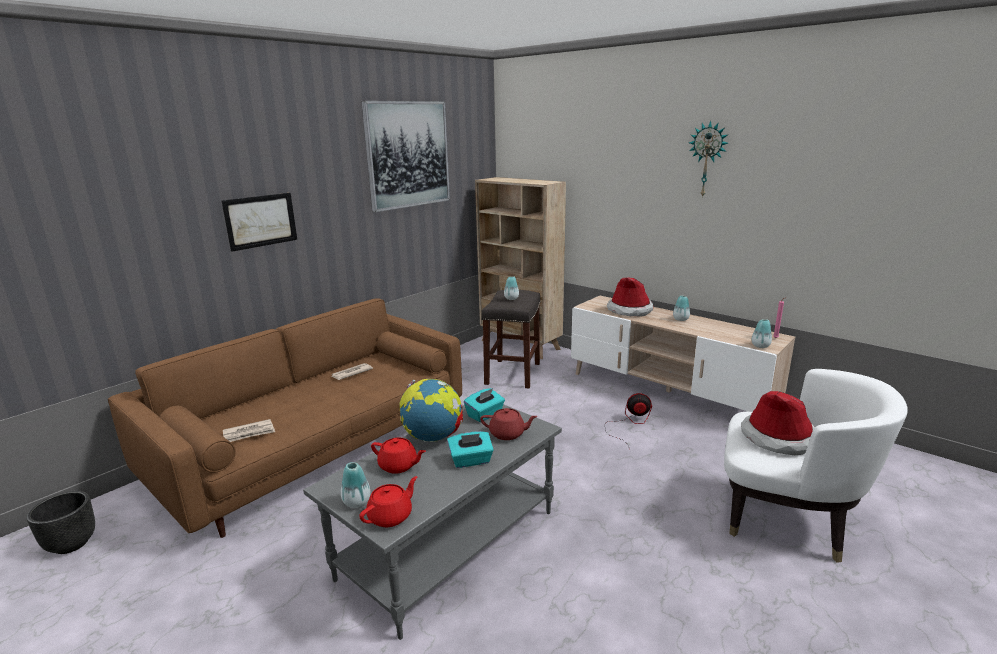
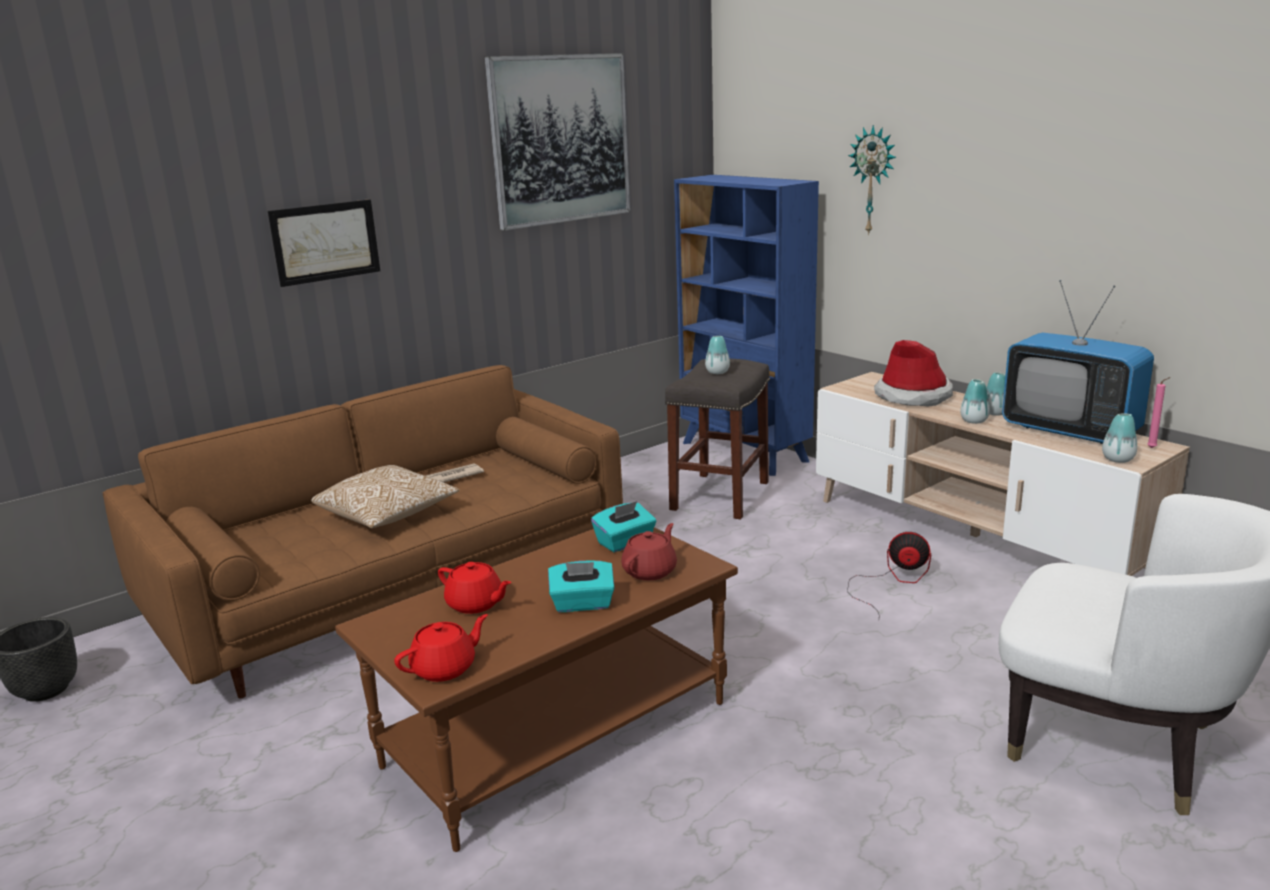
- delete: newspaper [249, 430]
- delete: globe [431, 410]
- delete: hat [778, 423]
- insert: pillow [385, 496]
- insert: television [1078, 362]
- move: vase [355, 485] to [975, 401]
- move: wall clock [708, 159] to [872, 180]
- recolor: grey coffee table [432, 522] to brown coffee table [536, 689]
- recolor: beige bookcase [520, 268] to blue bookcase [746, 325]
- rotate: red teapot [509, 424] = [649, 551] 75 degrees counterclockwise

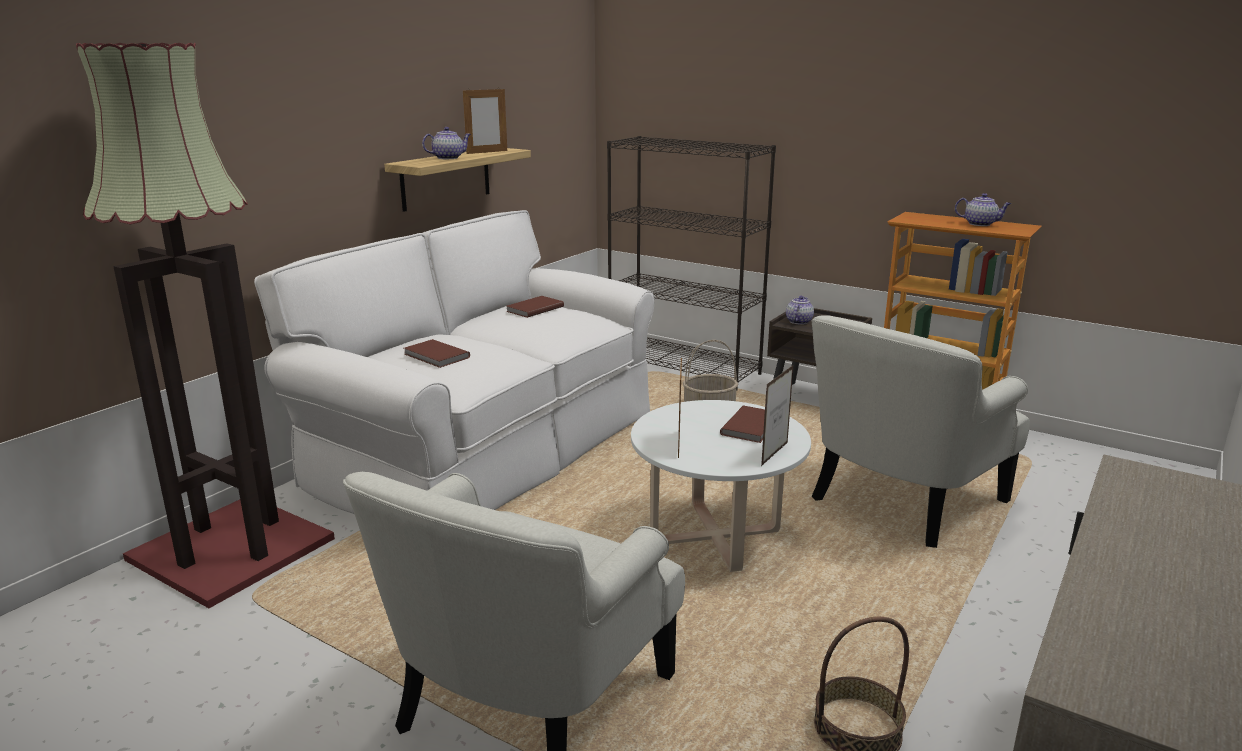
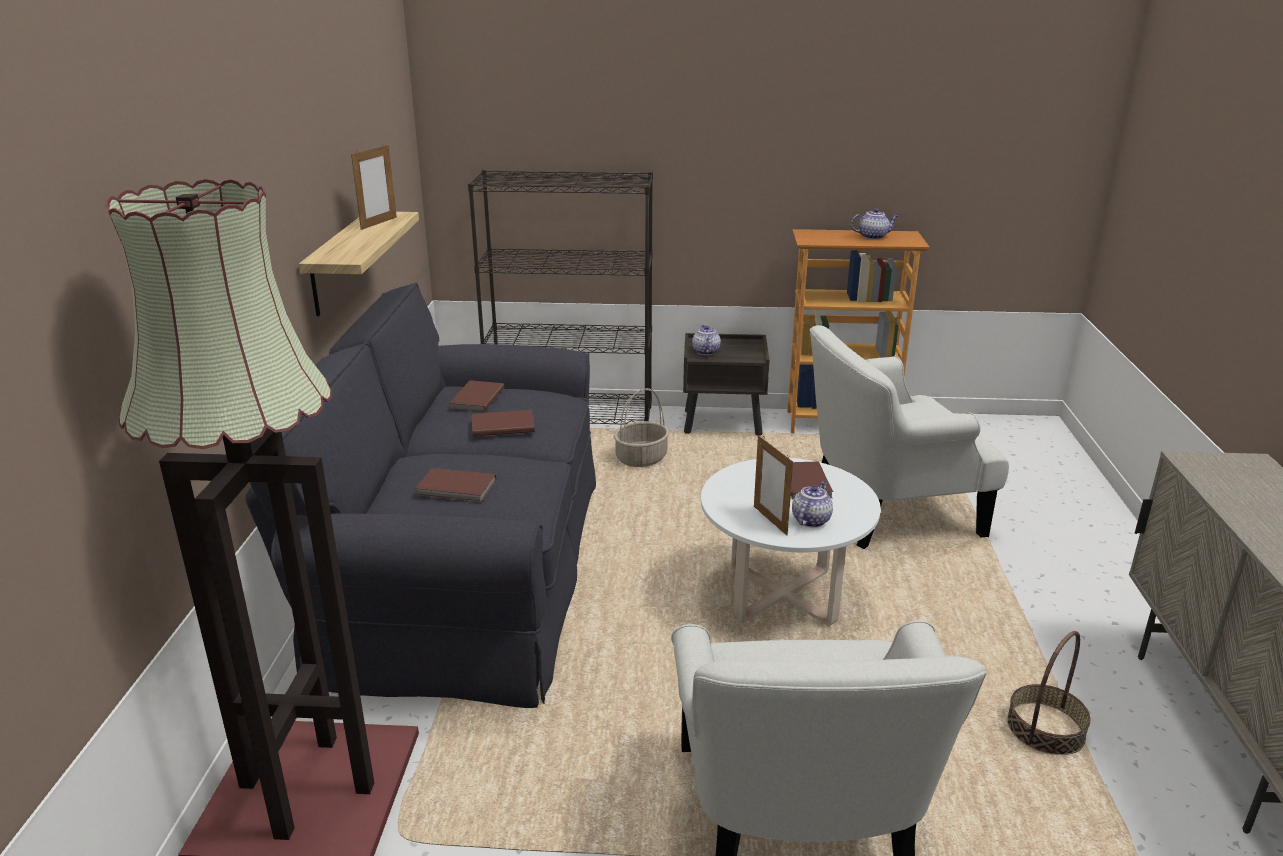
- delete: picture frame [777, 415]
- insert: brown book [503, 423]
- move: teapot [446, 143] to [812, 504]
- recolor: white sofa [454, 362] to black sofa [421, 495]
- rotate: white armchair [921, 431] = [909, 437] 60 degrees clockwise

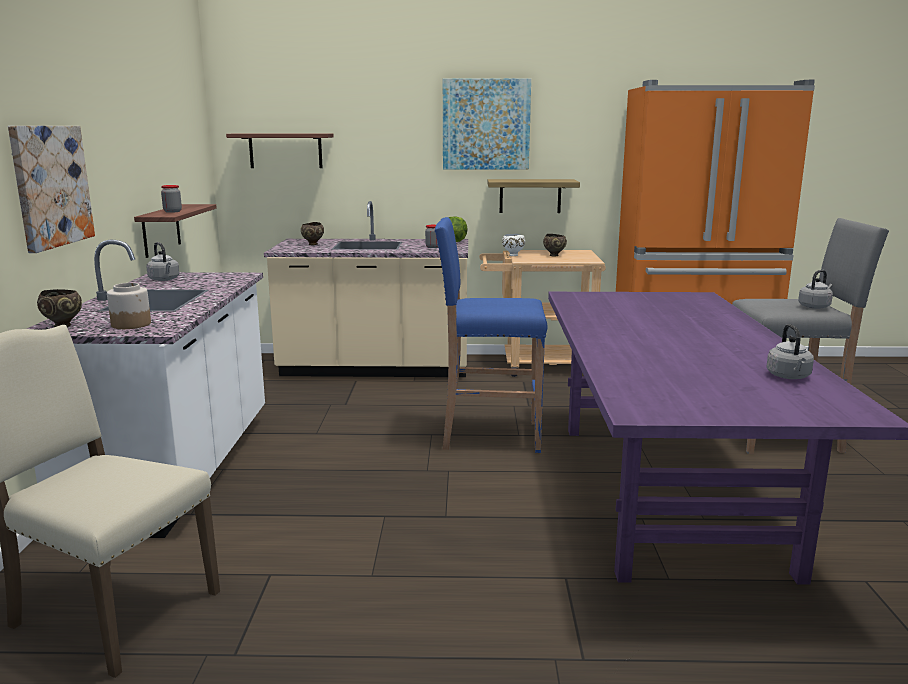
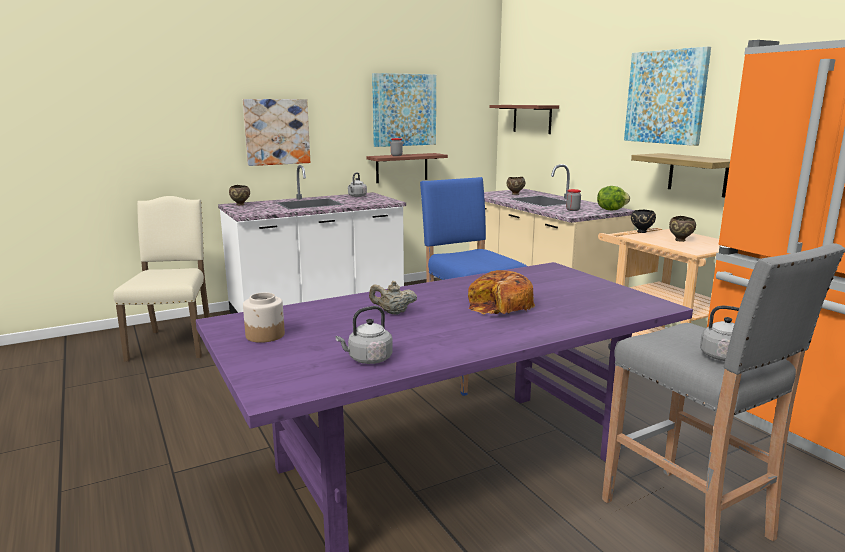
- insert: beige teapot [393, 298]
- insert: picture [404, 110]
- insert: bread [501, 292]
- move: jar [129, 306] to [264, 317]
- recolor: white bowl [513, 245] to black bowl [643, 221]

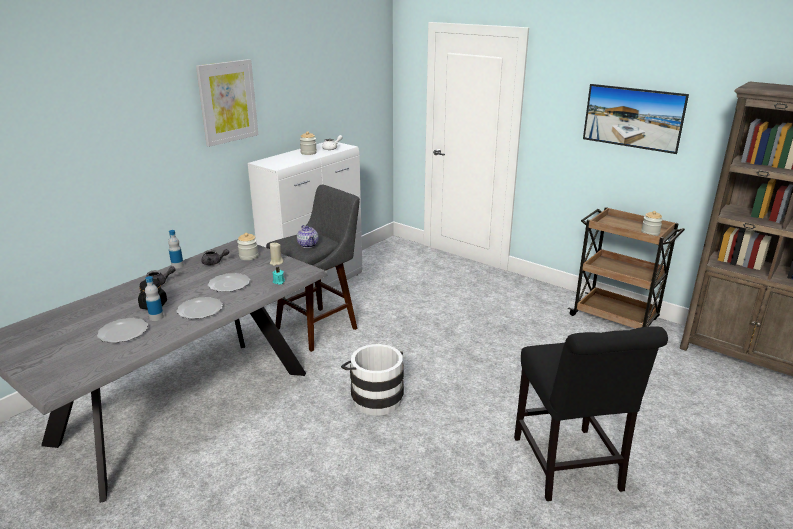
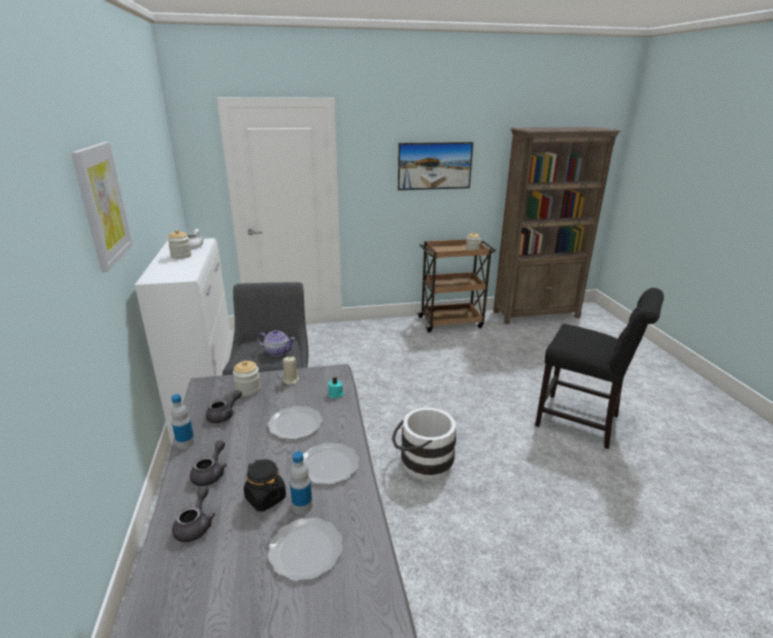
- insert: grey teapot [193, 514]

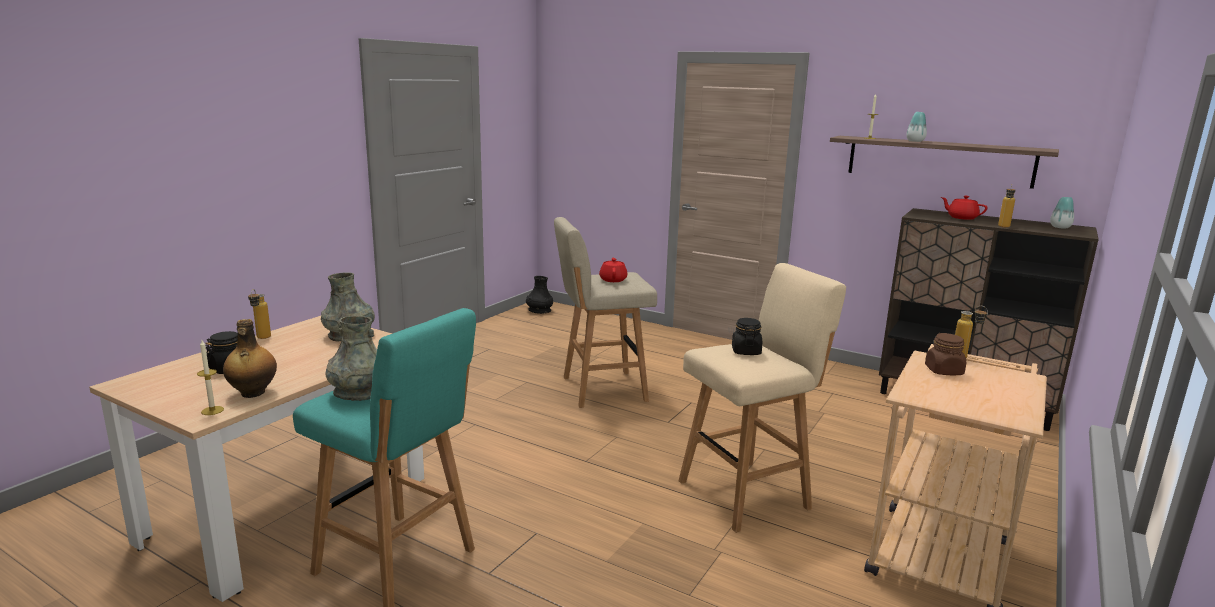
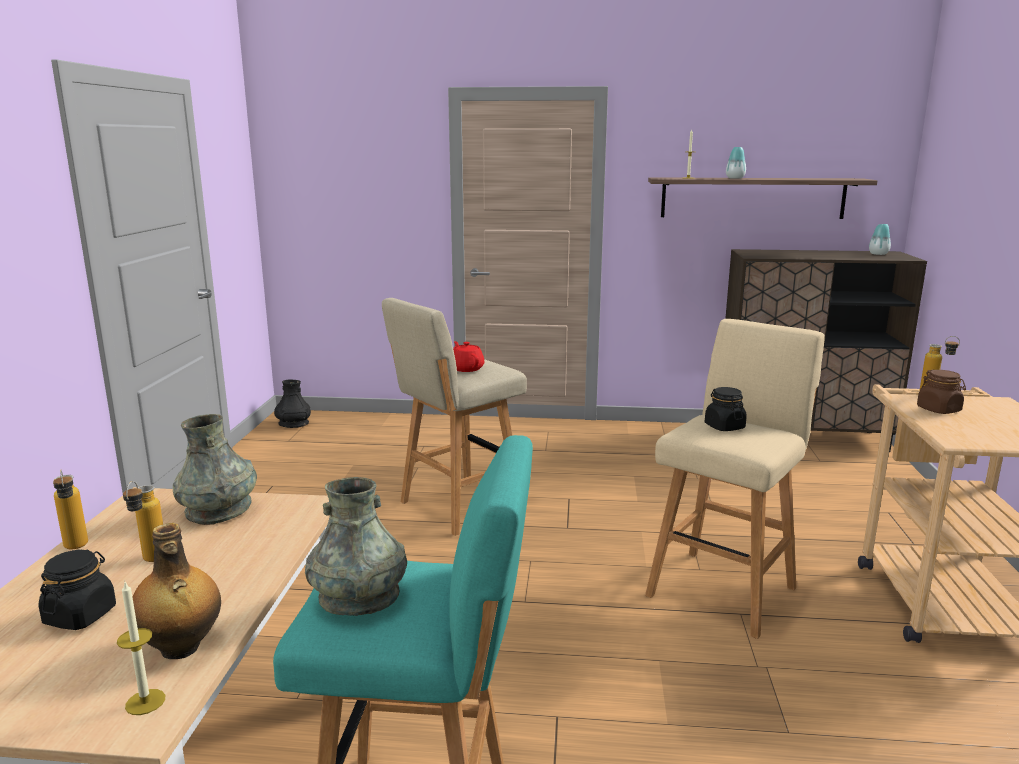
- delete: red teapot [964, 208]
- move: bottle [1006, 206] to [143, 521]

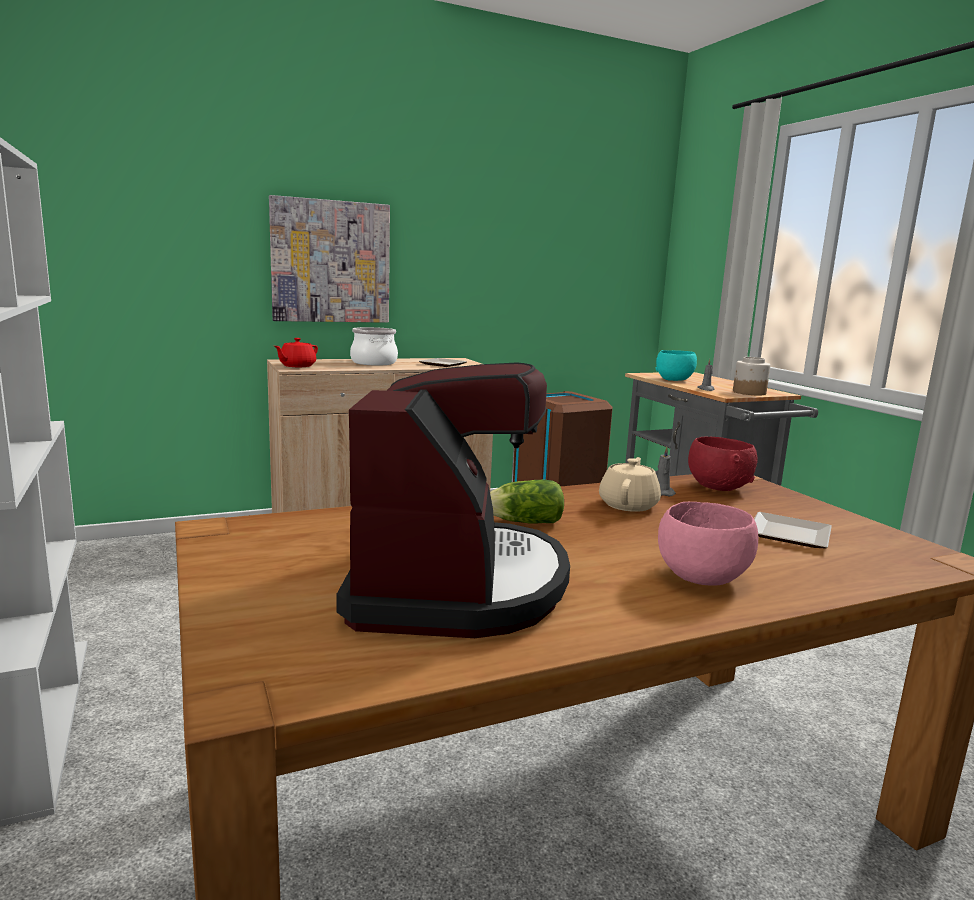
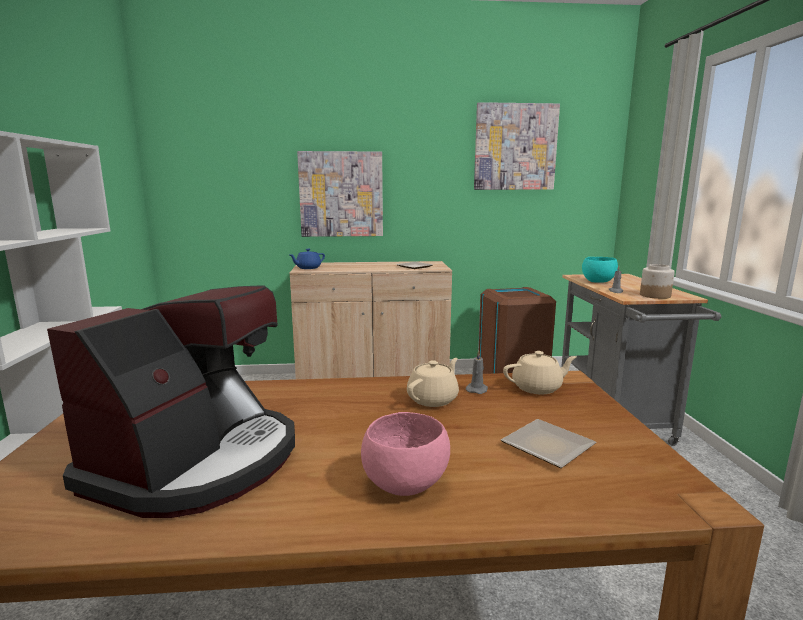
- delete: cooking pot [374, 346]
- delete: lettuce [527, 502]
- insert: picture [517, 146]
- replace: red bowl [723, 464] to beige teapot [540, 373]
- recolor: red teapot [296, 352] to blue teapot [307, 259]

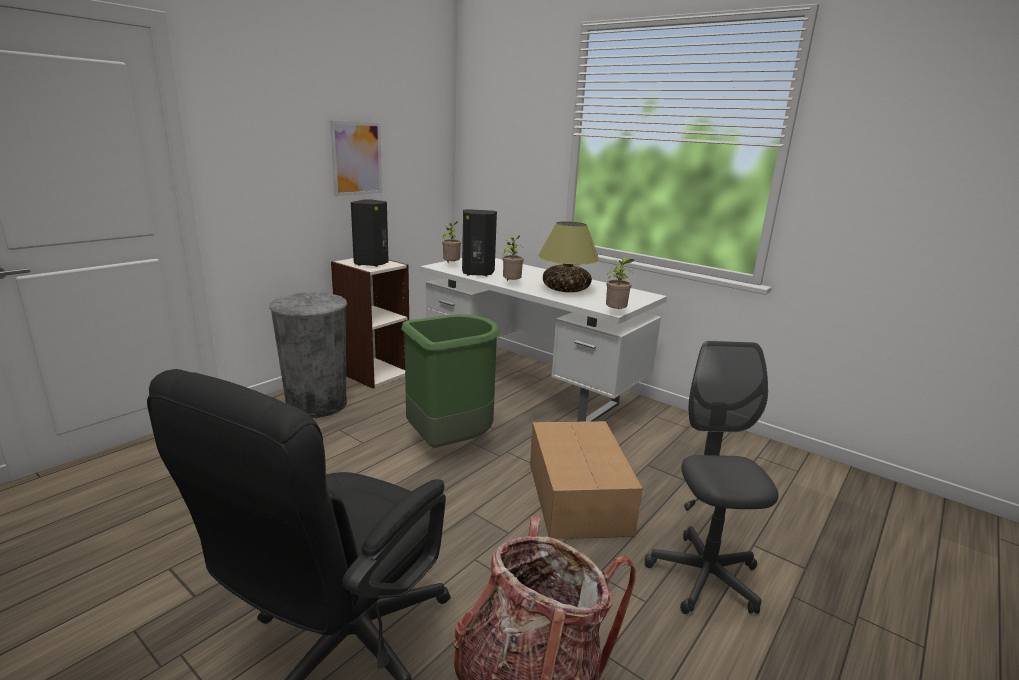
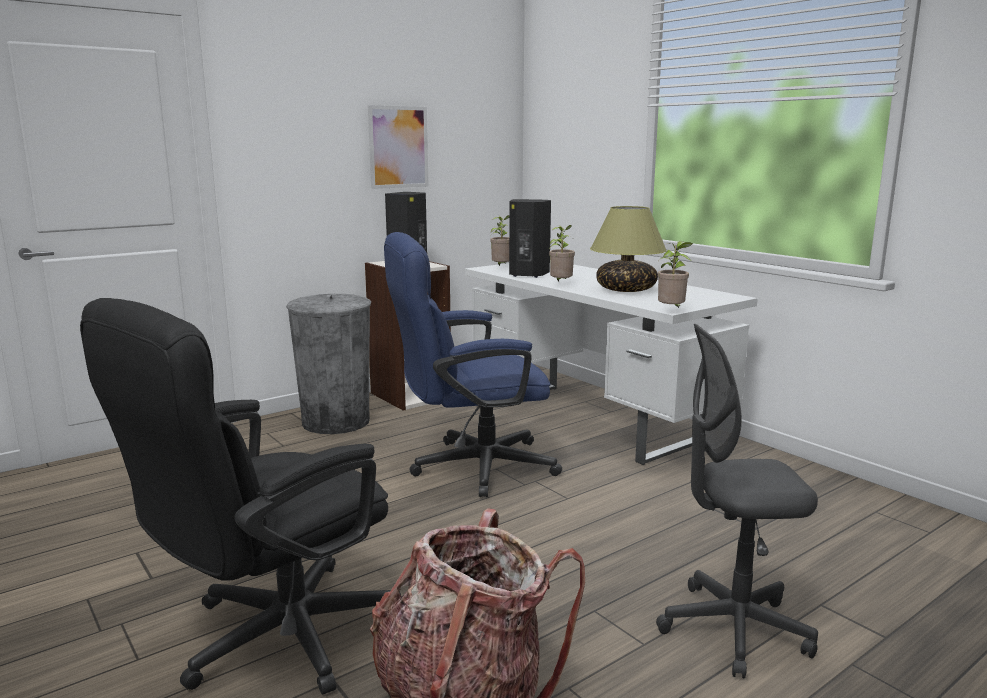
- delete: cardboard box [586, 480]
- replace: green trash can [450, 381] to blue office chair [473, 364]
- rotate: grey office chair [712, 477] = [737, 501] 105 degrees counterclockwise

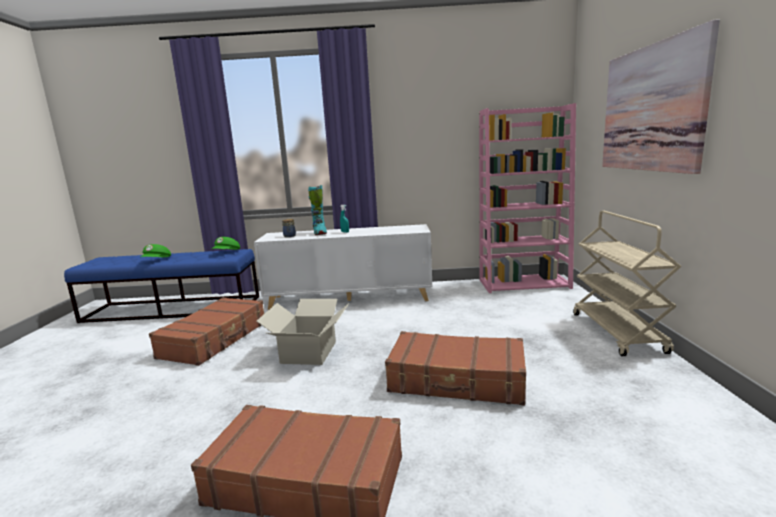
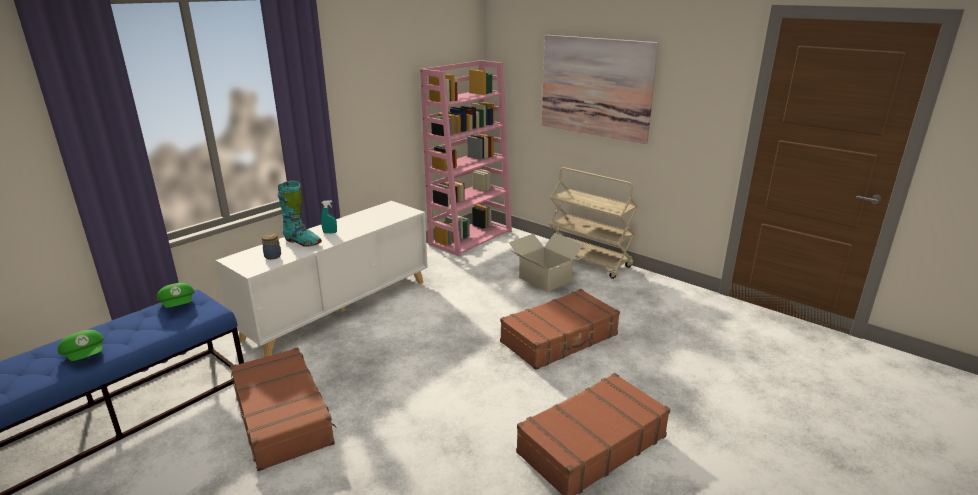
- move: cardboard box [303, 332] to [547, 262]

